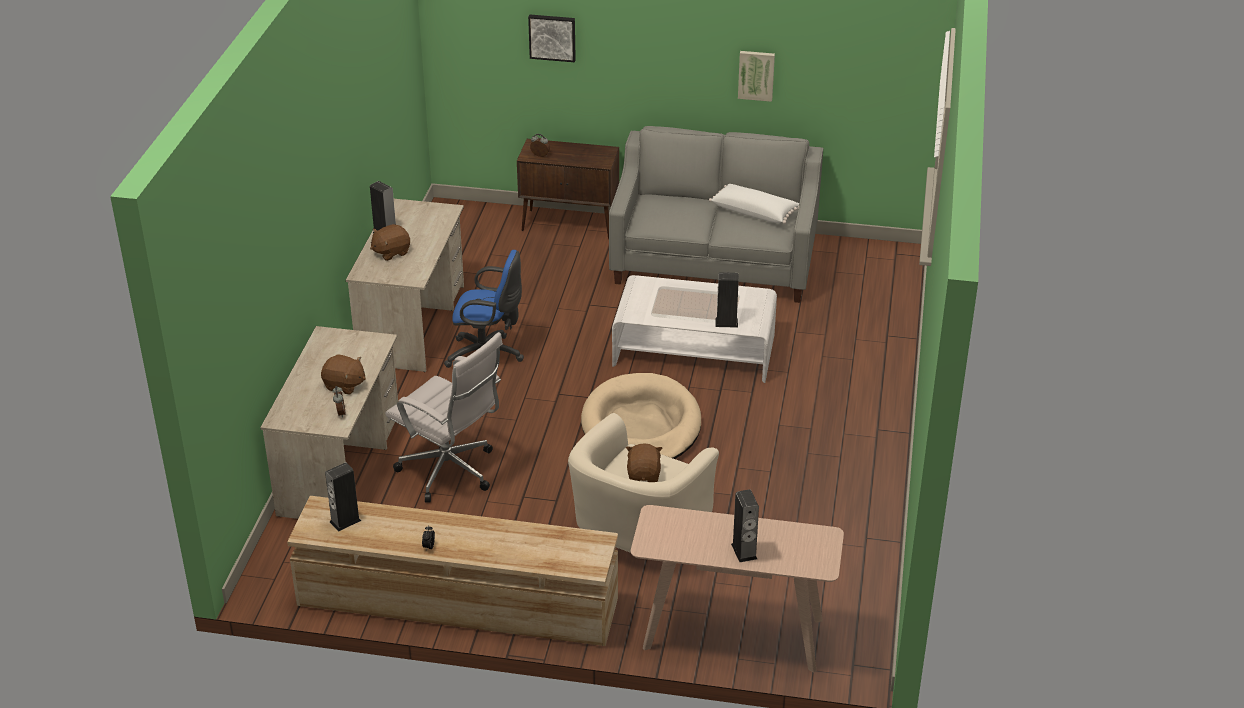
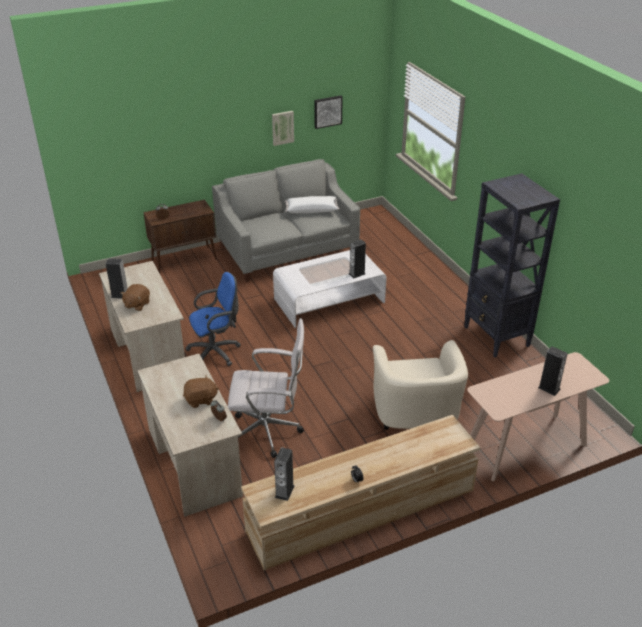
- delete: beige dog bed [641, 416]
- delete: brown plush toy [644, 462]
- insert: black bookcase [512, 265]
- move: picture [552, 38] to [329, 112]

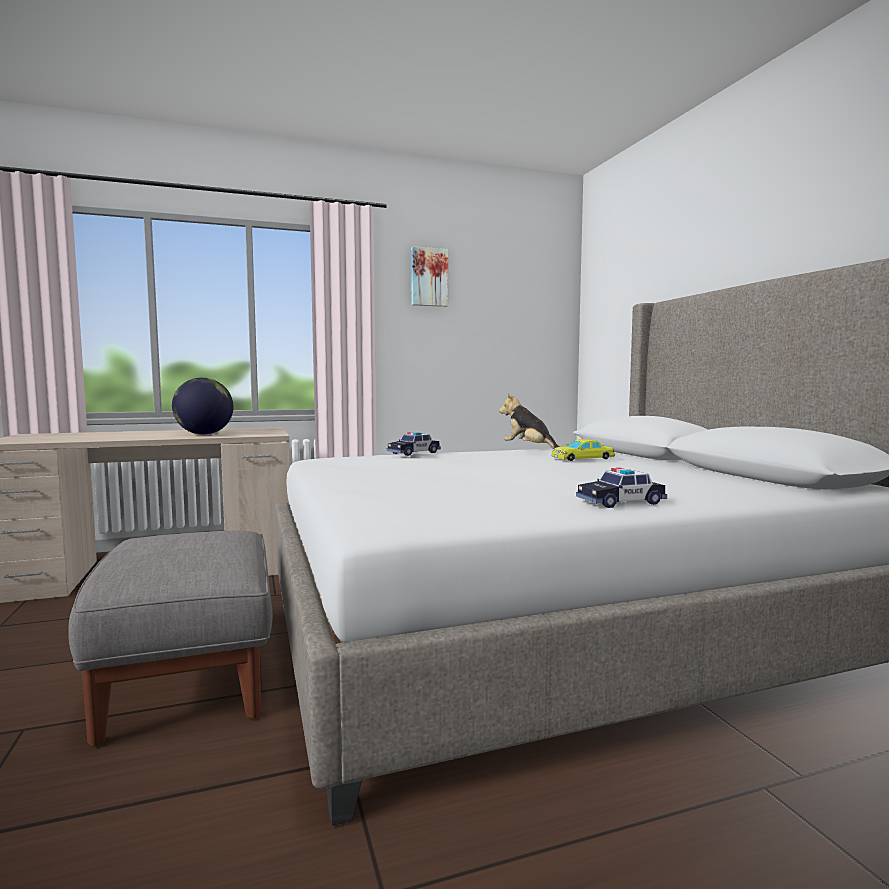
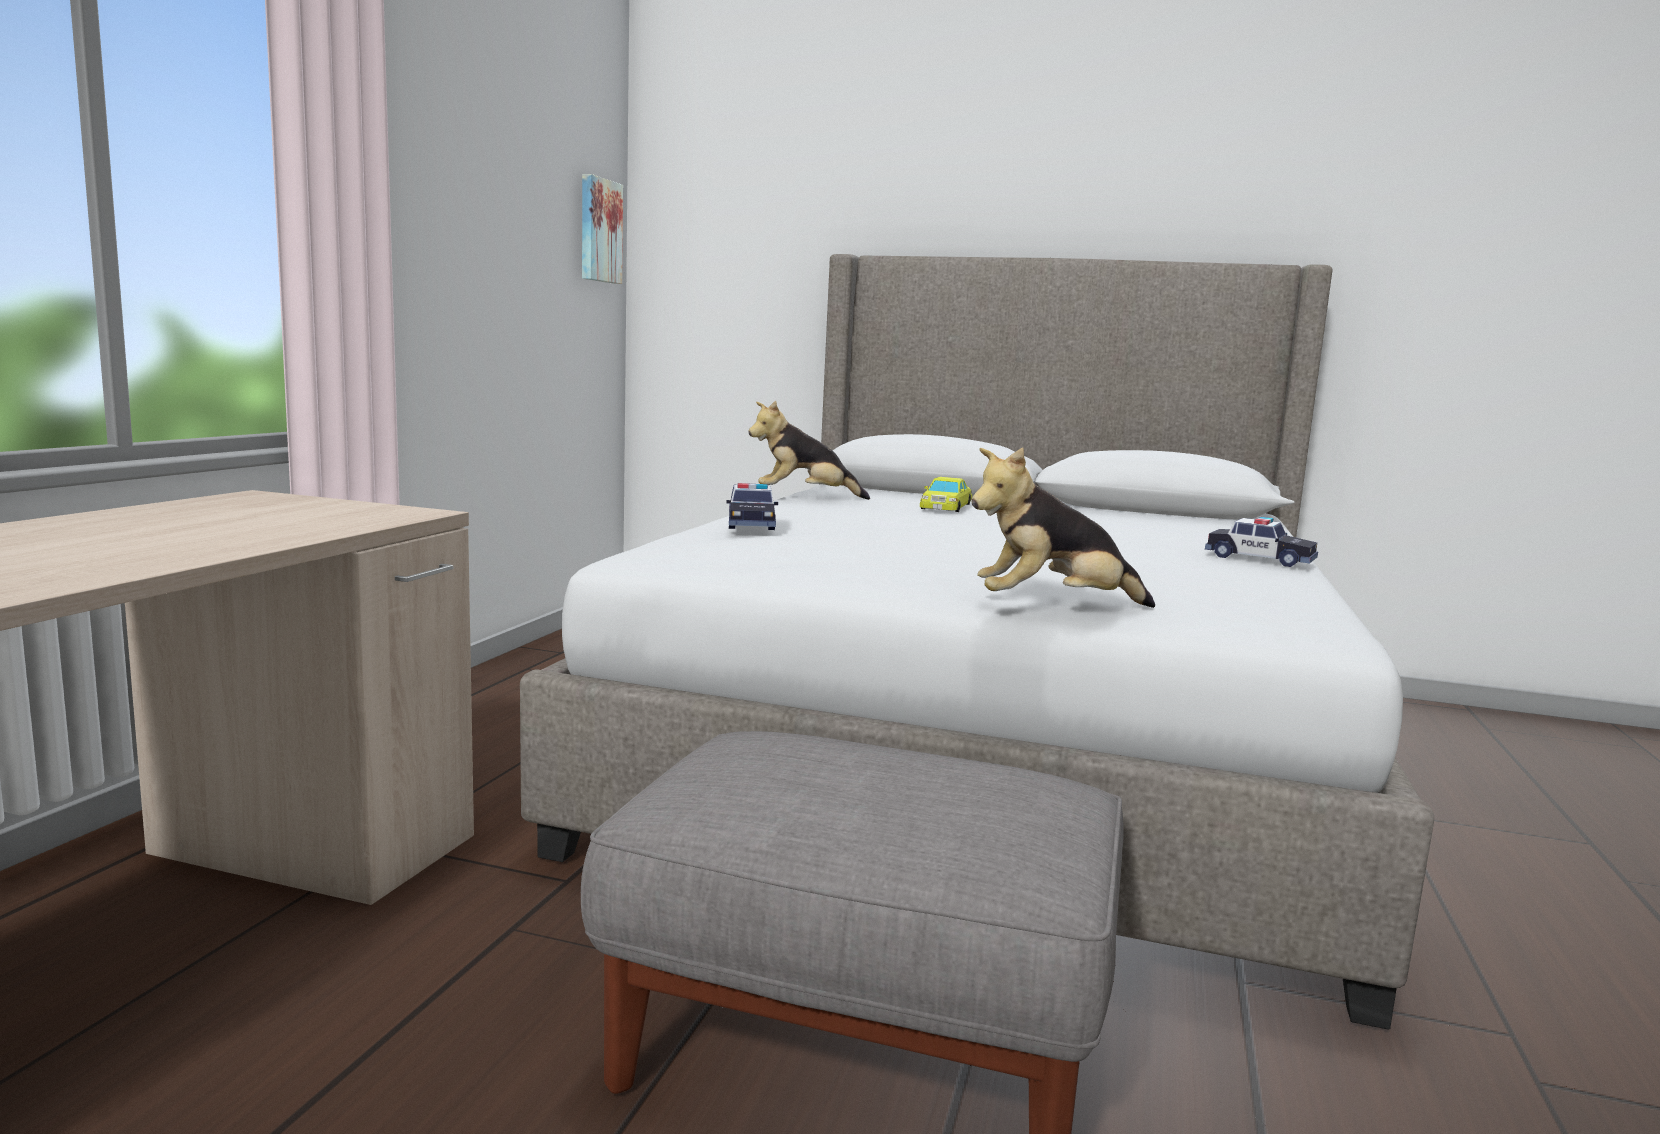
- delete: globe [203, 406]
- insert: plush toy [1063, 528]
- move: picture [429, 277] to [602, 229]
- rotate: toy car [621, 488] = [1261, 542] 75 degrees counterclockwise

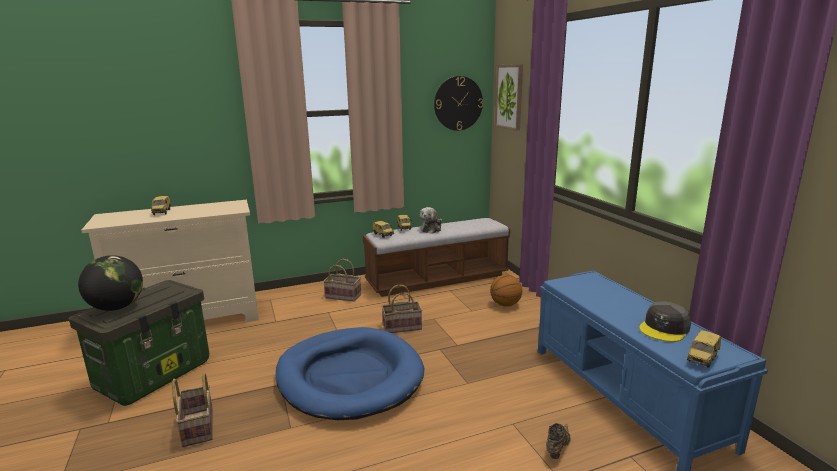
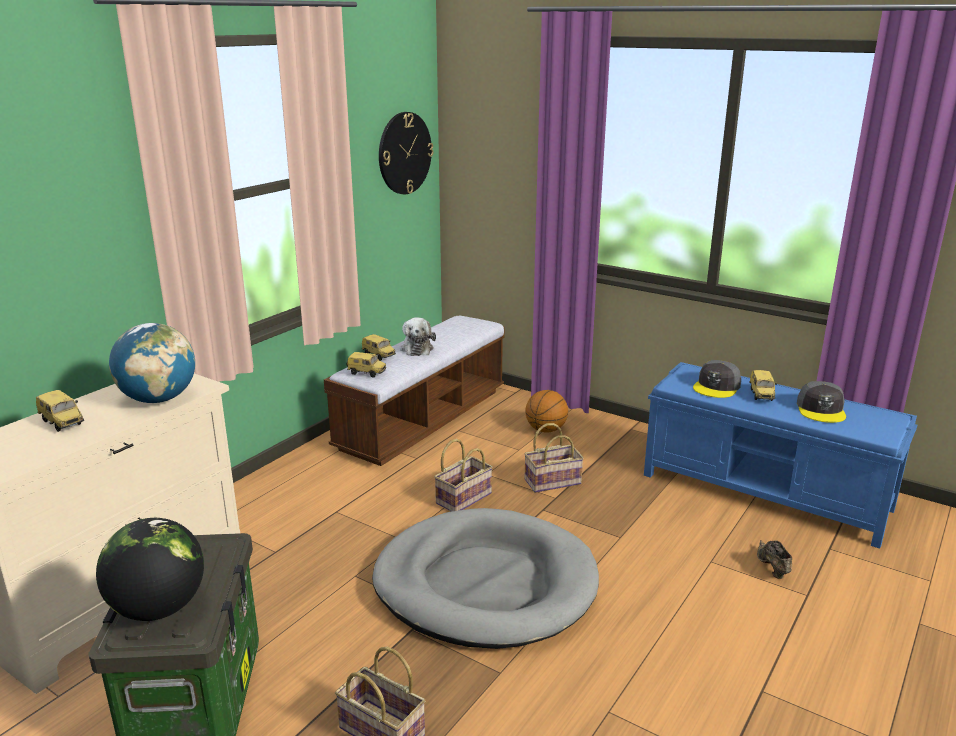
- delete: picture [509, 97]
- insert: globe [152, 363]
- insert: grey cap [717, 379]
- move: basket [342, 280] to [554, 458]
- move: toy car [704, 349] to [763, 385]
- recolor: blue dog bed [350, 373] to grey dog bed [485, 578]

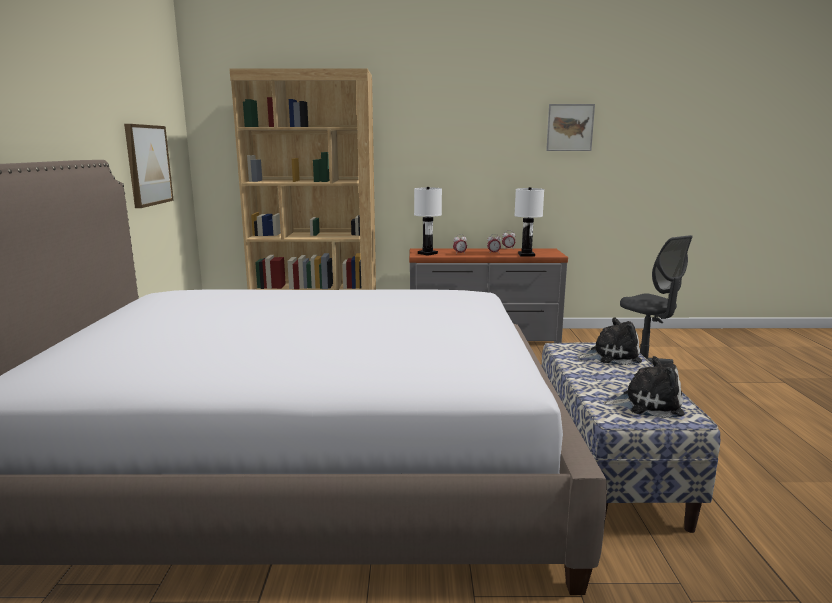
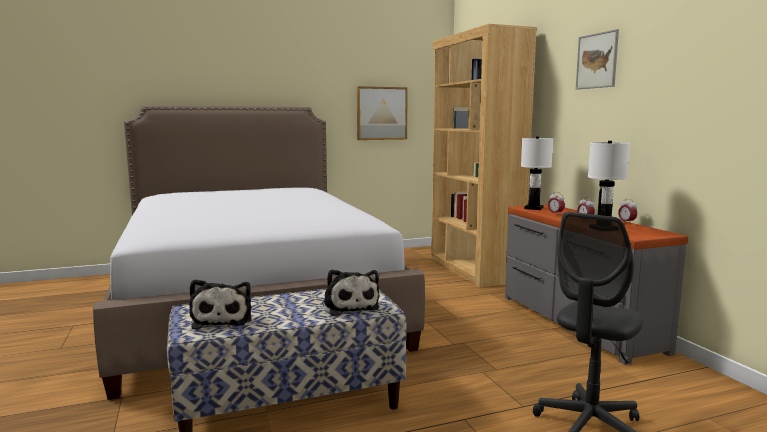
- move: picture [570, 127] to [597, 59]

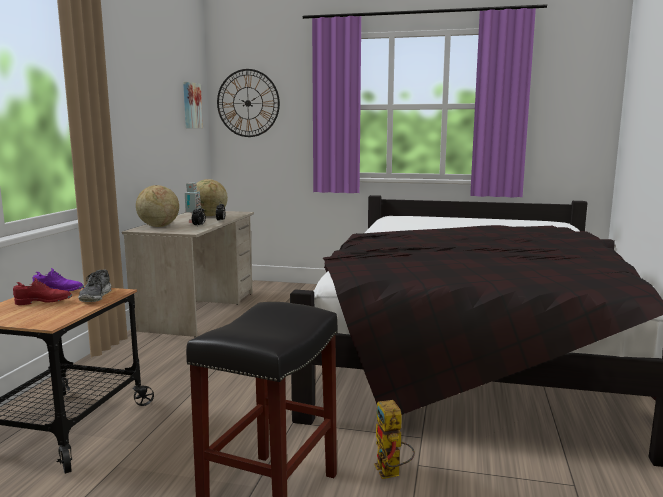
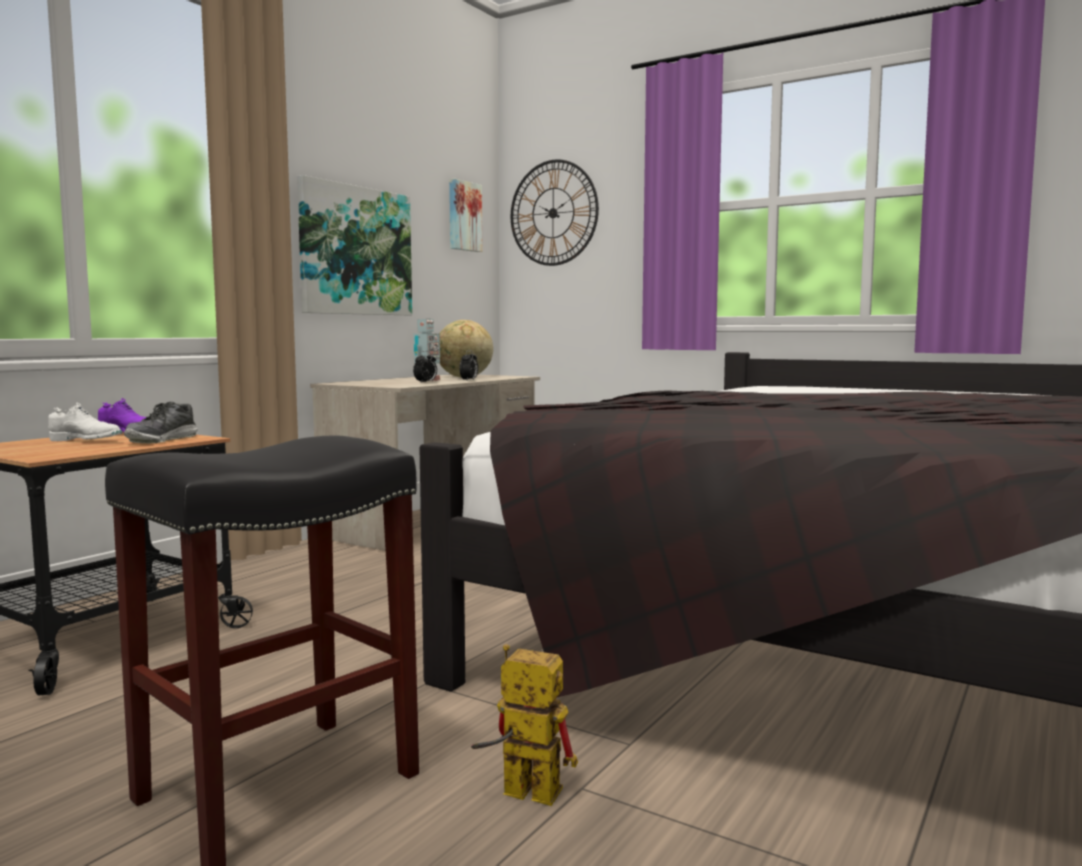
- delete: globe [157, 206]
- insert: picture [354, 245]
- recolor: red shoe [42, 291] to white shoe [85, 422]
- rotate: toy robot [394, 439] = [524, 725] 105 degrees clockwise

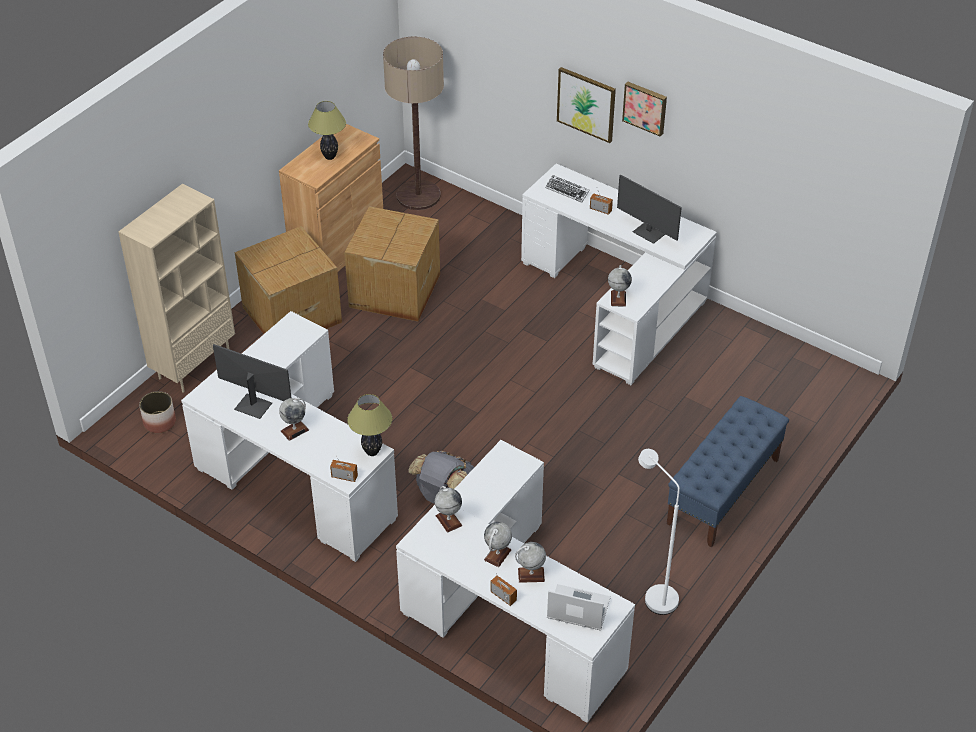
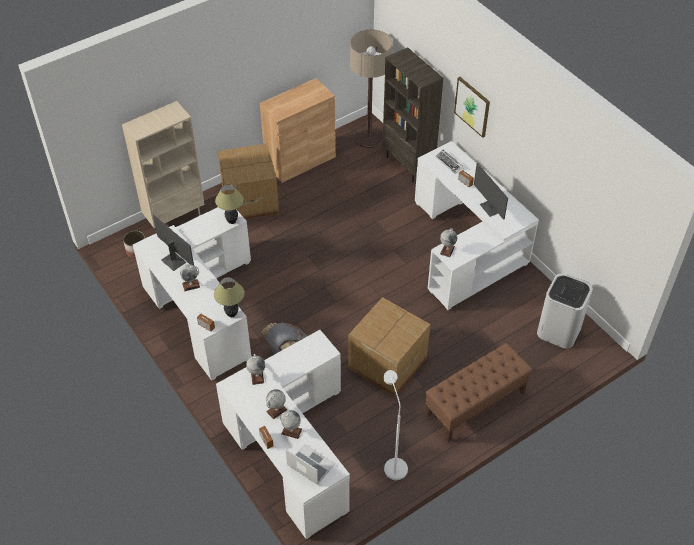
- delete: picture [644, 109]
- insert: brown bookcase [413, 115]
- insert: white trash can [565, 311]
- move: table lamp [327, 130] to [229, 204]
- move: cardboard box [392, 263] to [389, 346]
- recolor: blue bench [728, 471] to brown bench [478, 392]

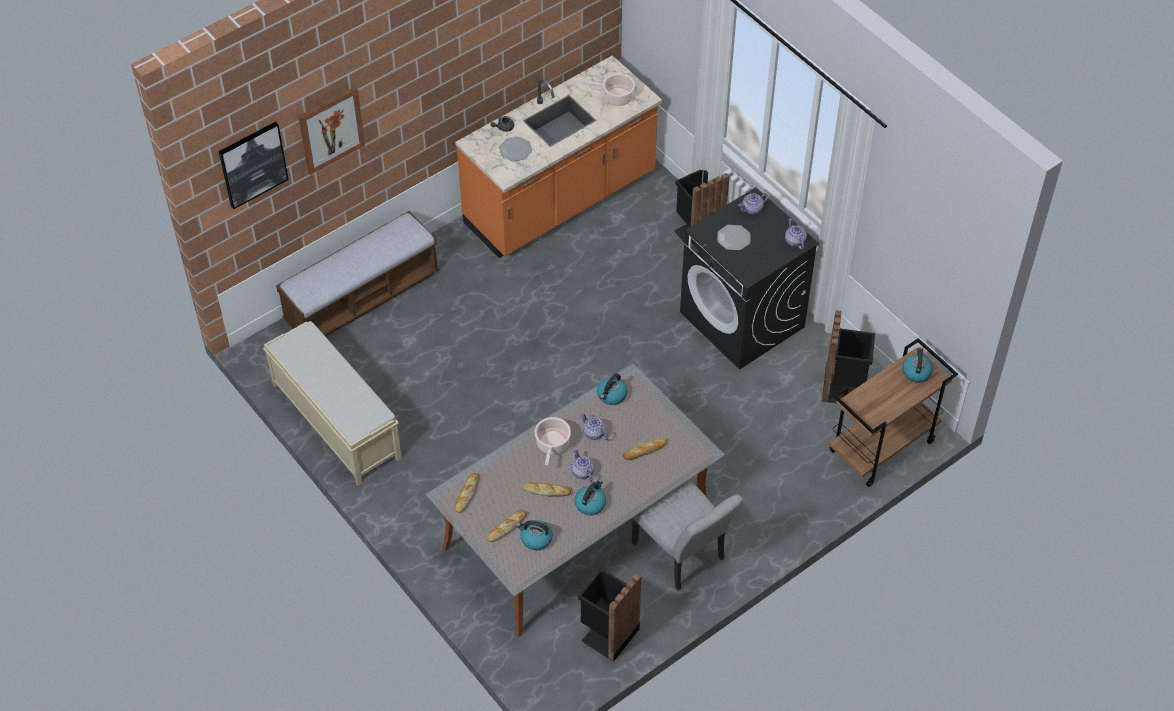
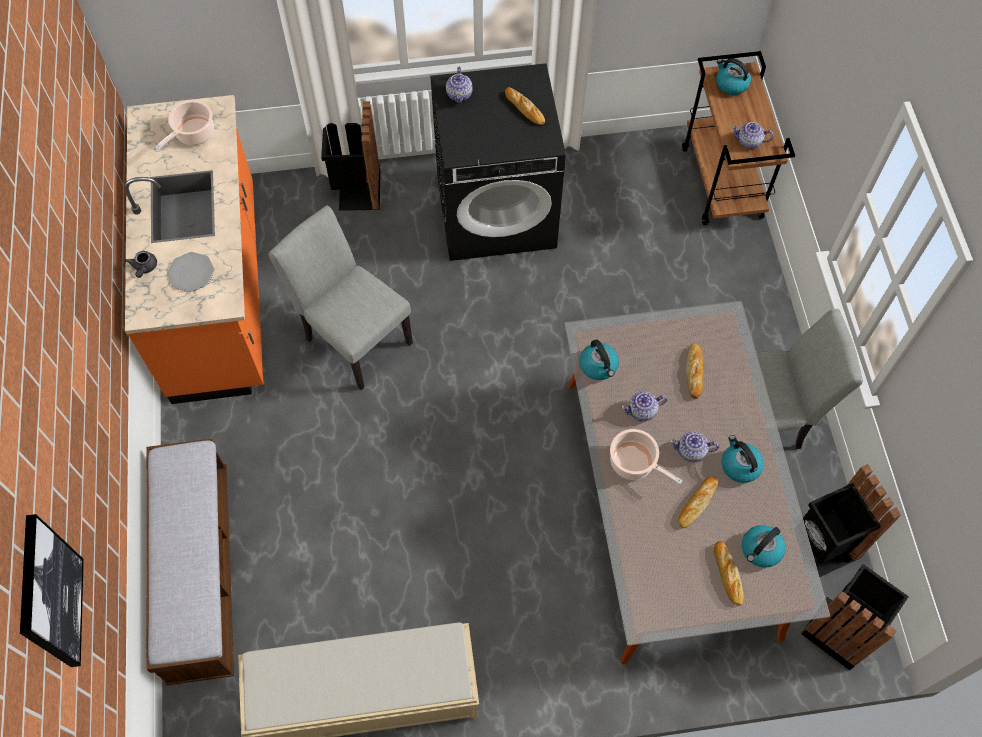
- delete: picture [331, 131]
- delete: plate [734, 237]
- insert: grey chair [340, 297]
- move: bread [466, 493] to [525, 106]
- move: teapot [796, 234] to [752, 135]
- move: black trash can [848, 356] to [855, 617]

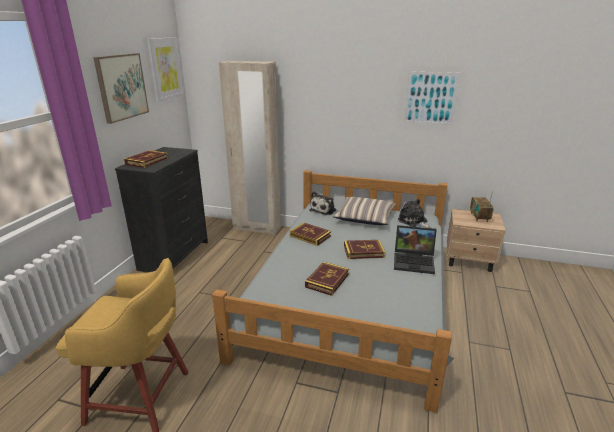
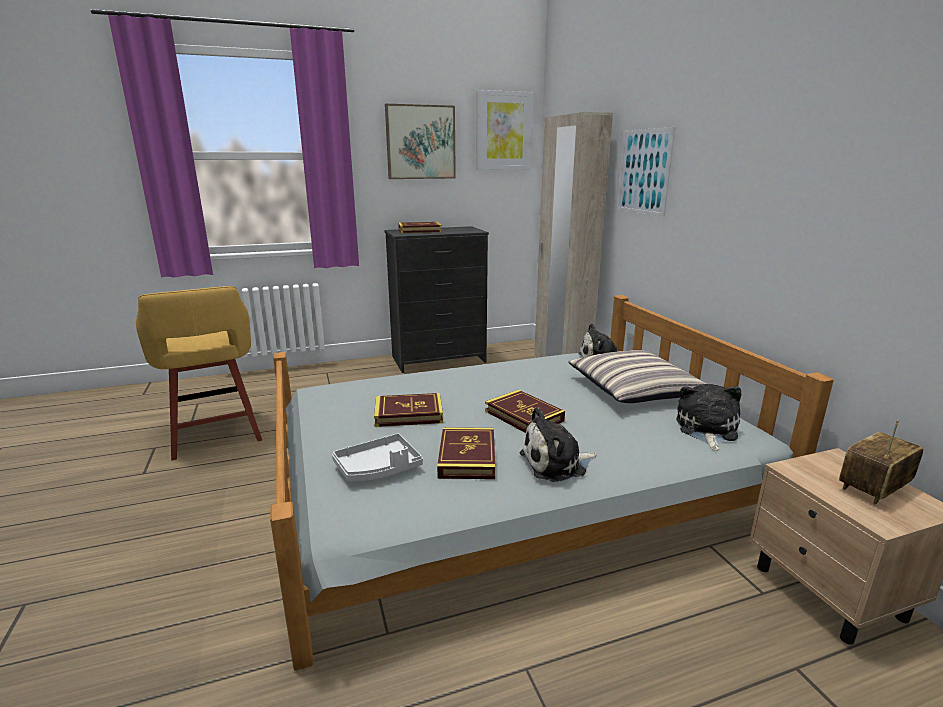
- insert: grey tray [377, 457]
- move: book [310, 234] to [466, 453]
- move: picture [431, 98] to [646, 172]
- replace: laptop [415, 249] to plush toy [558, 444]

